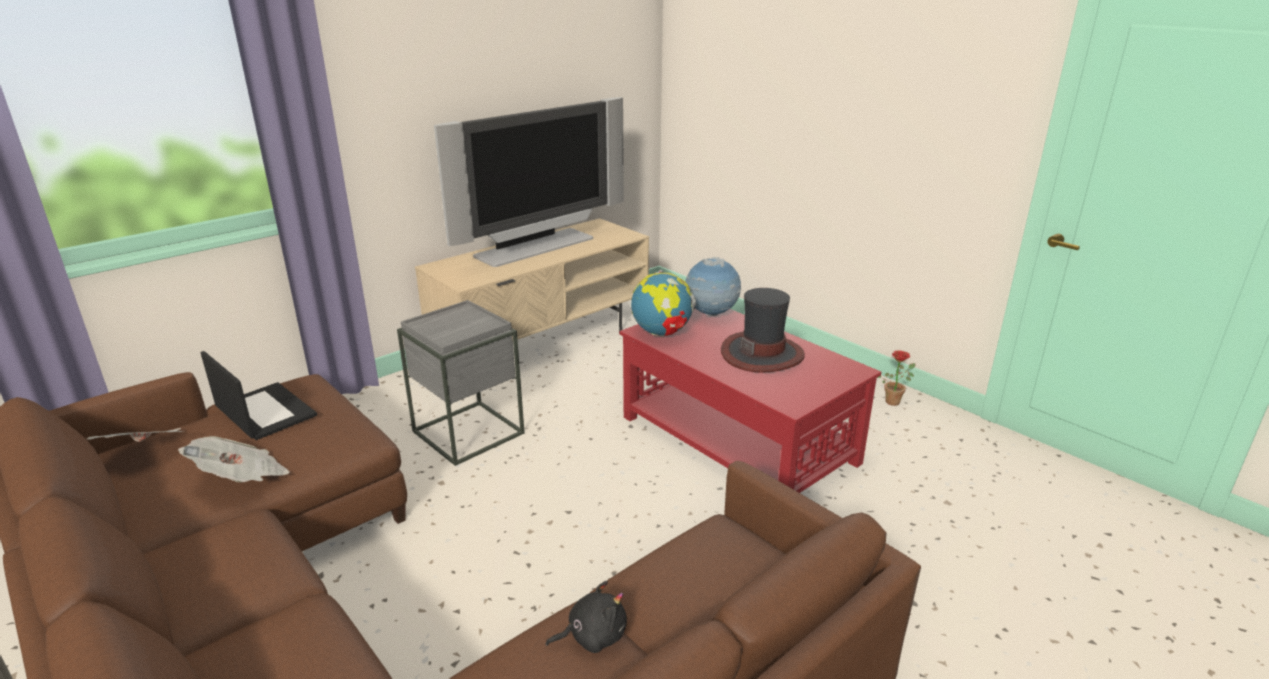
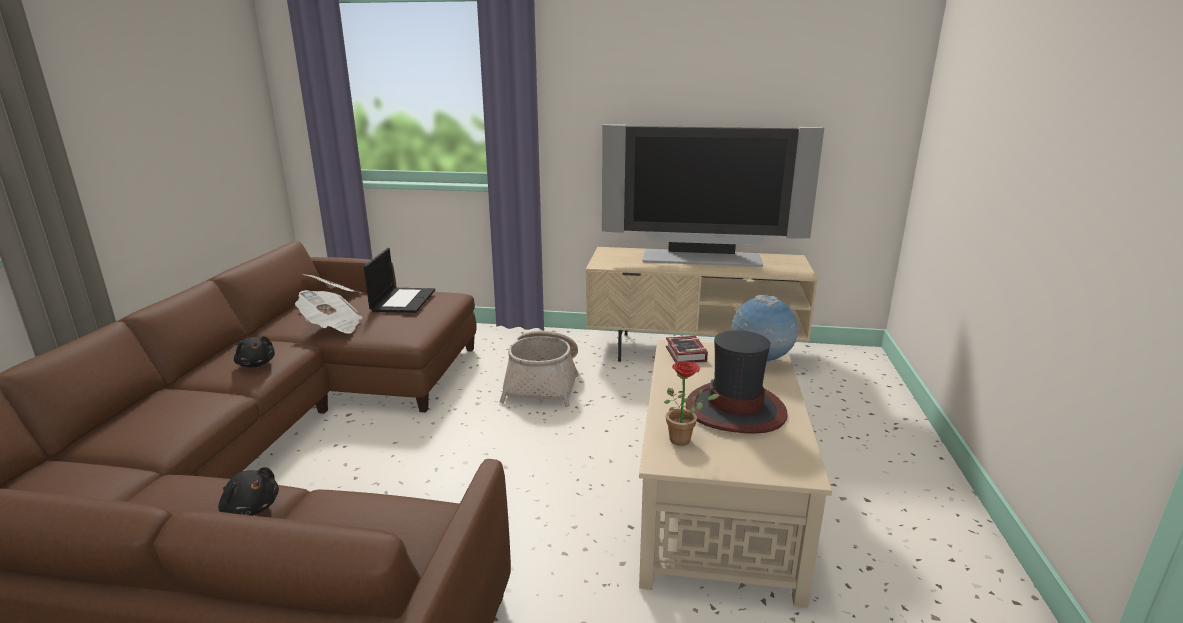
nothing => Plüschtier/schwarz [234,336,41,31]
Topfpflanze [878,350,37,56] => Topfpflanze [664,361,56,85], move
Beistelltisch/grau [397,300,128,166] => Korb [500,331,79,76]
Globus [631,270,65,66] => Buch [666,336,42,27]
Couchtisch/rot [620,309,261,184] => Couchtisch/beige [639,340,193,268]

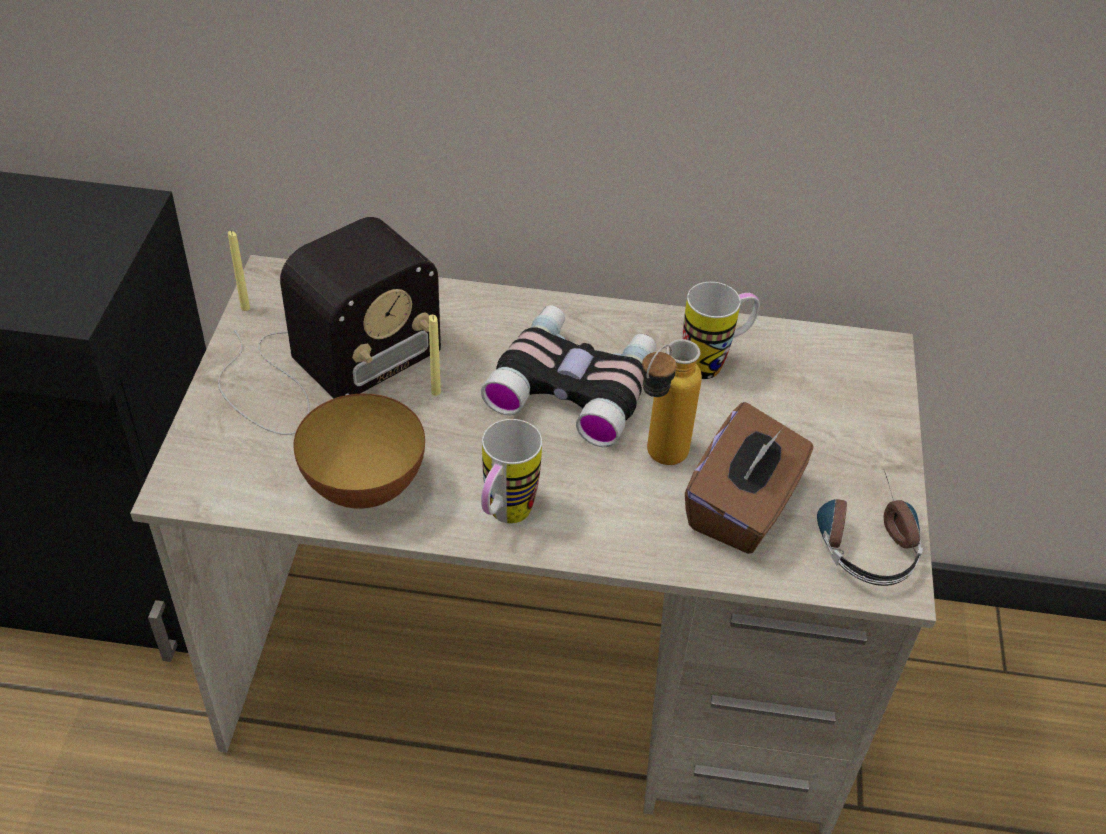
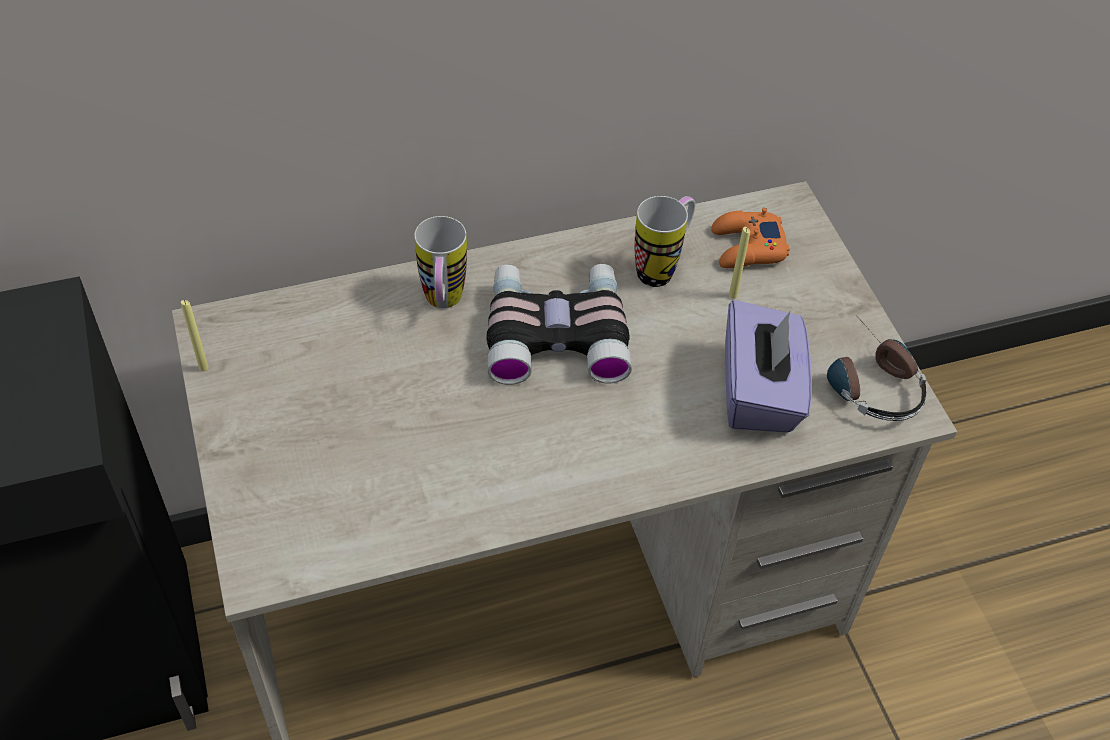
Radio [218,217,223,218] => nothing
Schüssel [293,393,132,116] => nothing
Flasche [641,339,61,126] => nothing
nothing => Gamepad/orange [711,208,79,60]
Kerze/gelb [429,315,12,81] => Kerze/gelb [729,227,21,72], move
Henkelbecher [481,419,61,105] => Henkelbecher [414,216,53,92], move
Taschentuchbox/braun [685,402,129,152] => Taschentuchbox/lila [725,300,87,133]

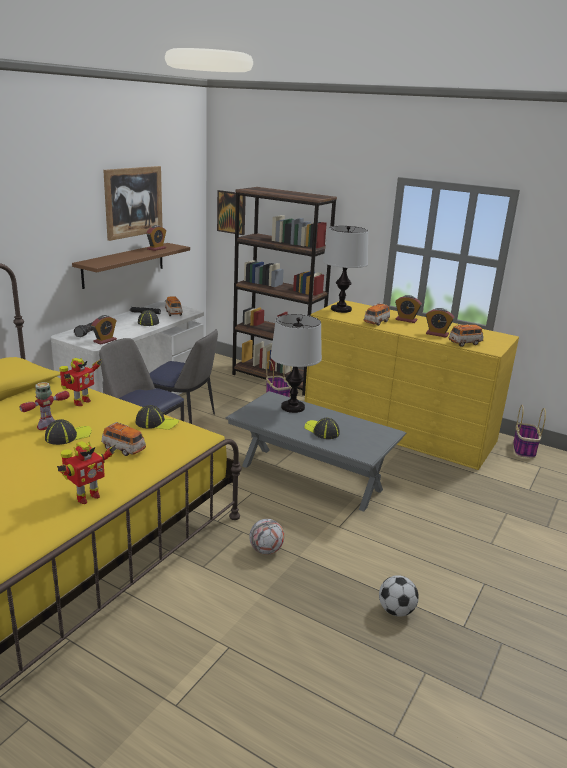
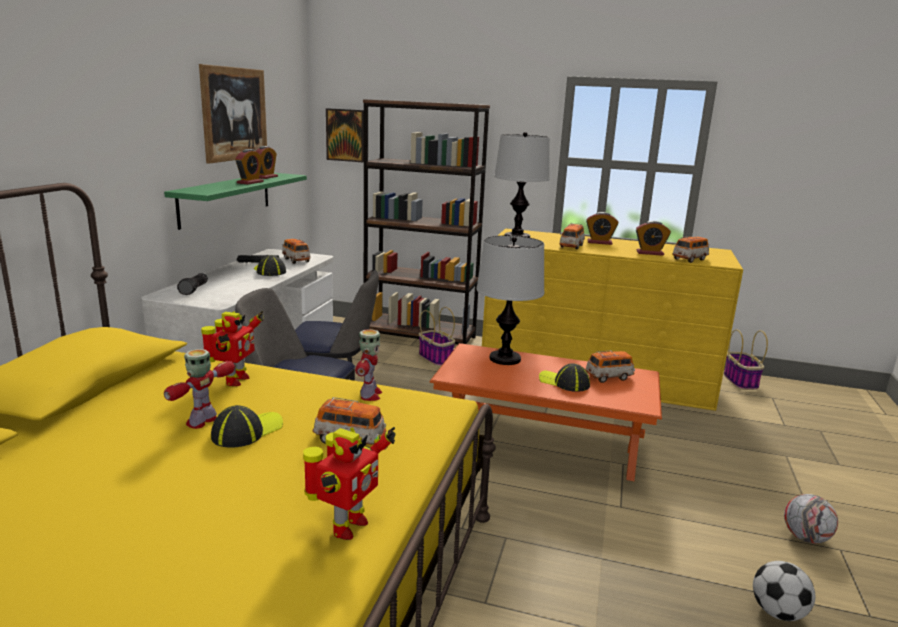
nothing => Spielzeugauto [585,350,50,33]
Wecker [91,315,26,30] => Wecker [235,149,29,35], move
Fußball [249,519,35,36] => Fußball [784,494,54,49], move
Kappe [136,405,43,25] => Spielzeugroboter [355,329,27,72]
Wandregal/braun [72,243,118,46] => Wandregal/grün [164,173,143,57]
Couchtisch/grau [225,391,181,121] => Couchtisch/orange [429,343,233,138]

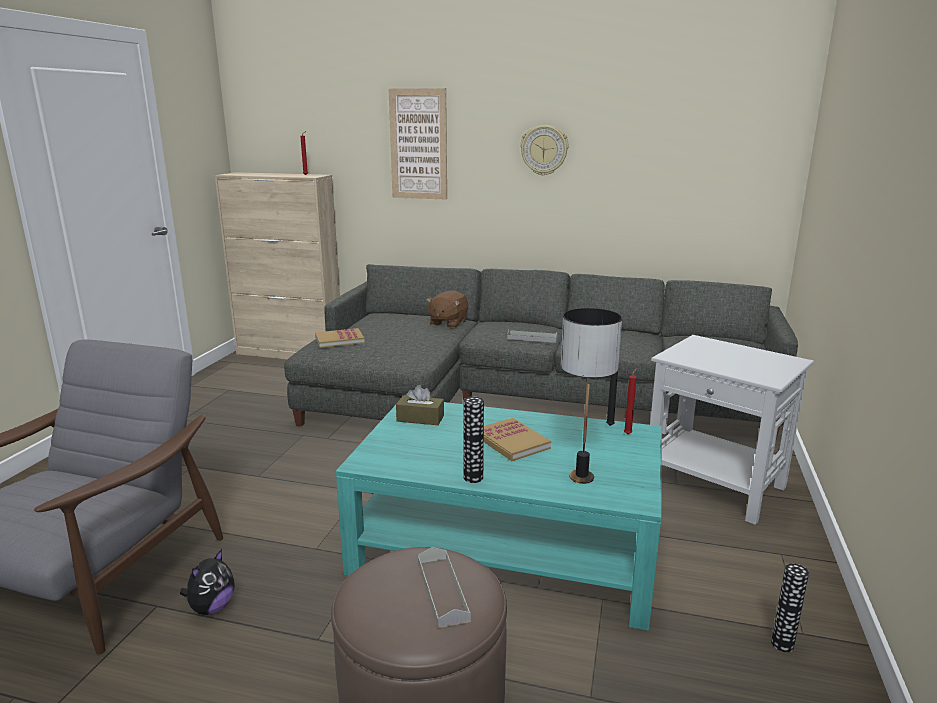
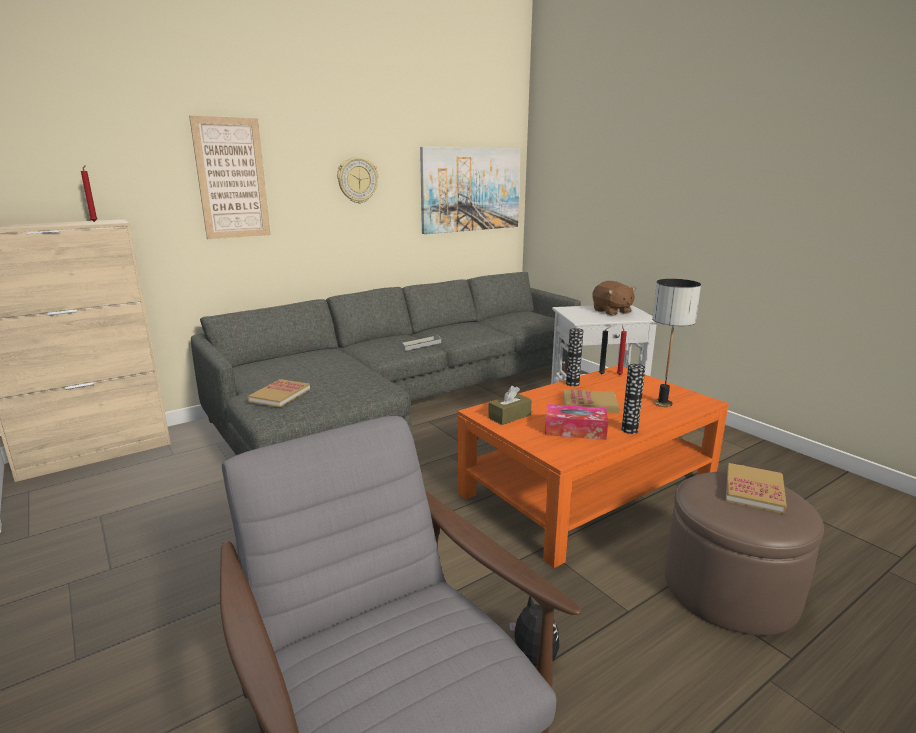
nothing => Bild [420,147,101,87]
nothing => Taschentuchbox [545,404,63,36]
Plüschtier/braun [426,290,42,38] => Plüschtier/braun [592,281,44,35], move
Vase [771,563,38,89] => Vase [566,328,18,58], move
Tablett/grau [418,547,53,81] => Buch [726,463,61,51]
Couchtisch/türkis [336,402,326,229] => Couchtisch/orange [458,365,271,203]

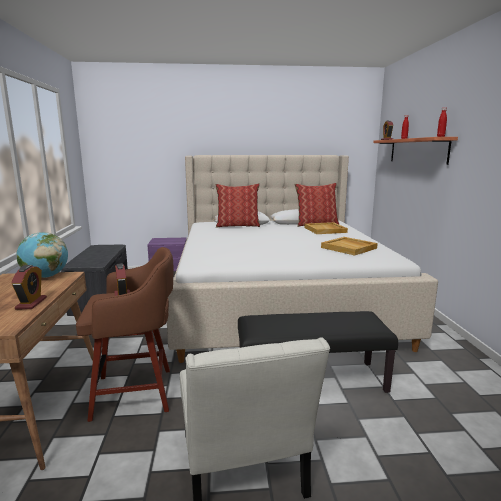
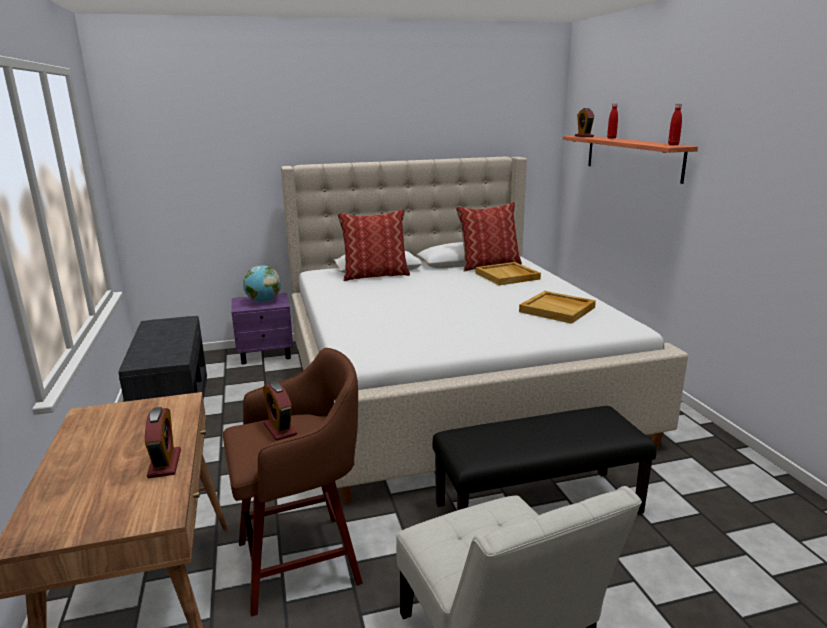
Globus [17,232,51,46] => Globus [243,265,38,37], move

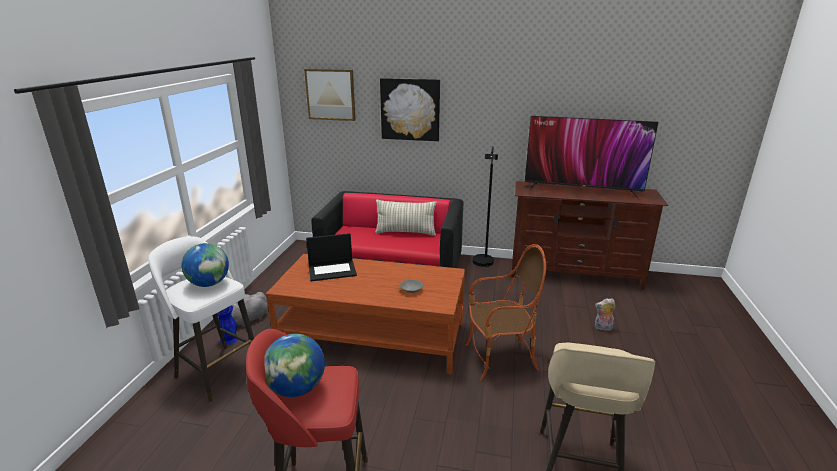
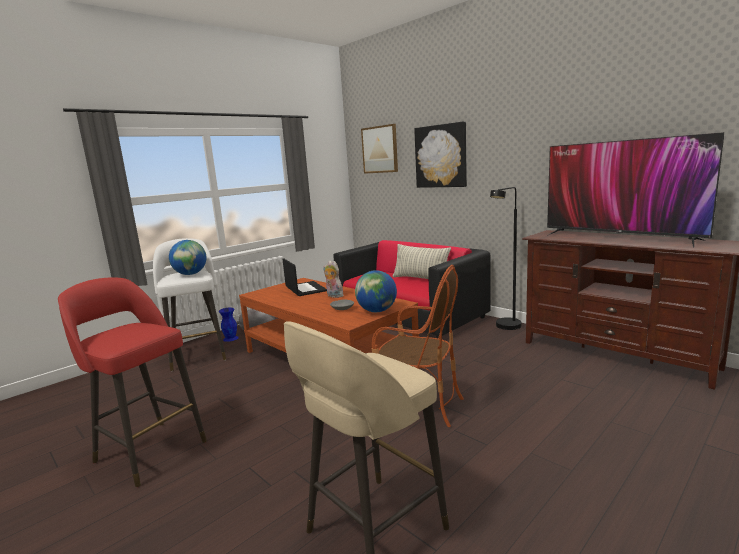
Globus [264,334,61,63] => Globus [355,270,42,42], move
Plüschtier [595,298,21,33] => Plüschtier [323,261,20,37], move
Laptop [306,233,51,48] => Laptop [283,258,44,38], 135 degrees counterclockwise

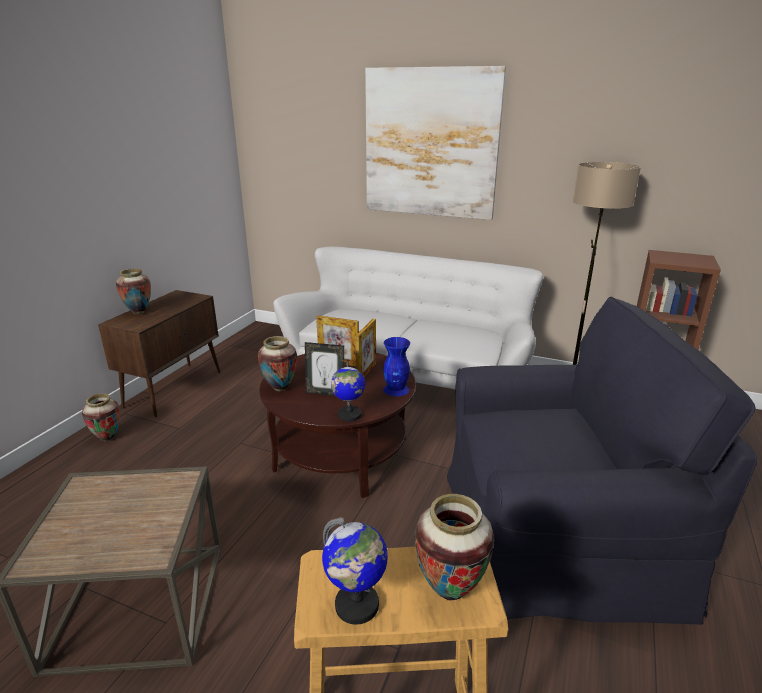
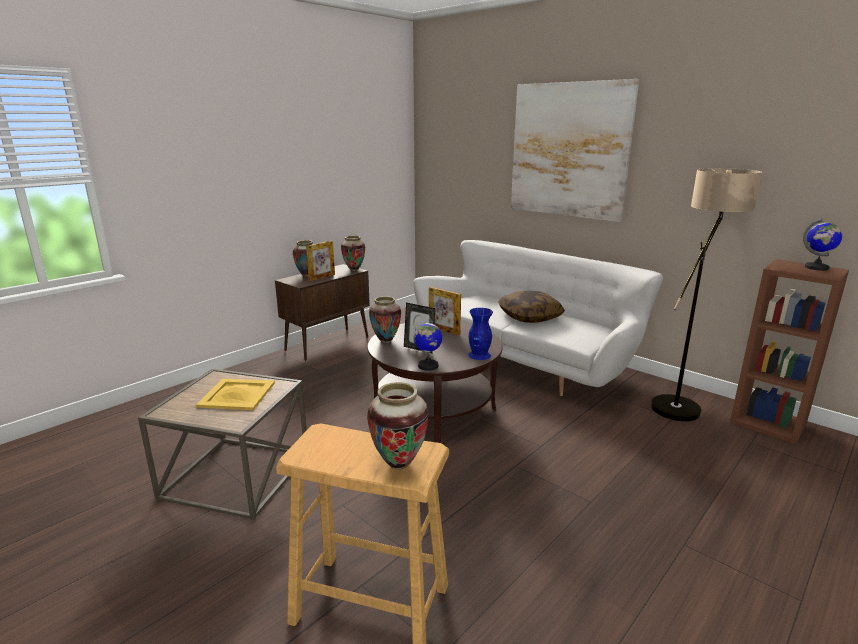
Sessel/schwarz [447,297,310,328] => nothing
nothing => Tablett/gelb [196,378,79,32]
nothing => Kissen [498,290,67,33]
Vase [82,394,38,47] => Vase [341,236,24,35], move
Globus [322,517,66,108] => Globus [803,218,39,53], move
Bilderrahmen [355,319,21,58] => Bilderrahmen [306,241,29,40], move

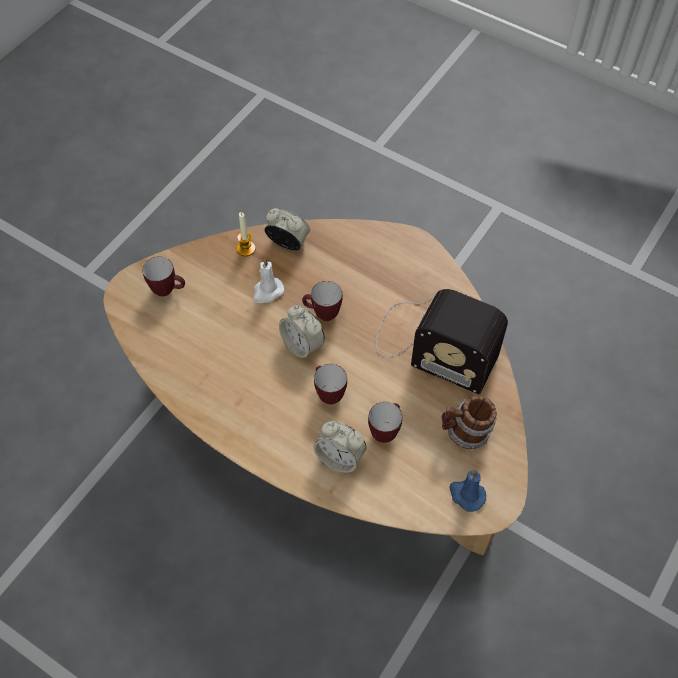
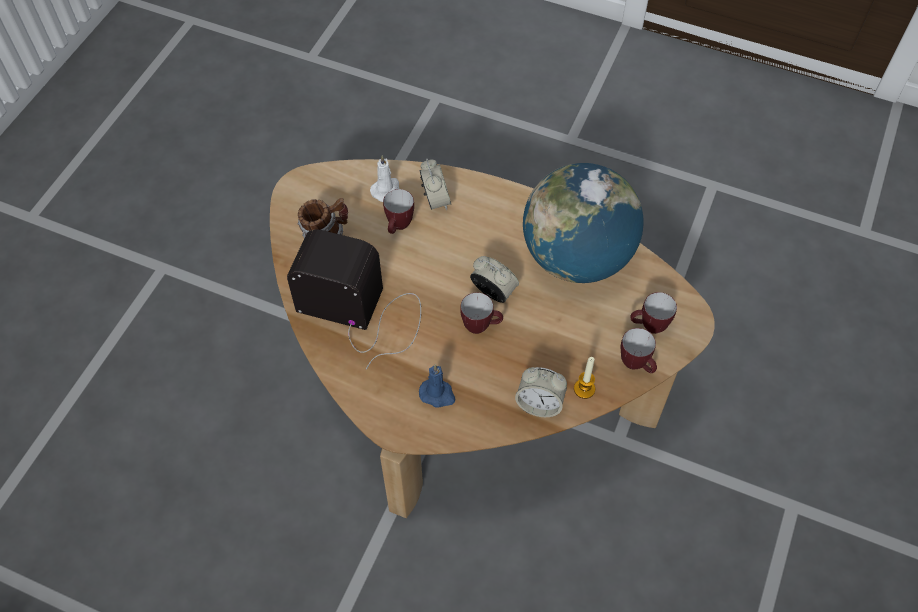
nothing => Globus [523,163,120,120]
Kerze/weiß [253,258,31,45] => Kerze/weiß [370,155,30,47], move
Henkelbecher [314,364,33,41] => Henkelbecher [621,328,36,45], move
Kerze/blau [449,470,37,42] => Kerze/blau [419,364,36,44], move
Wecker [314,421,52,52] => Wecker [420,159,31,51], 60 degrees clockwise

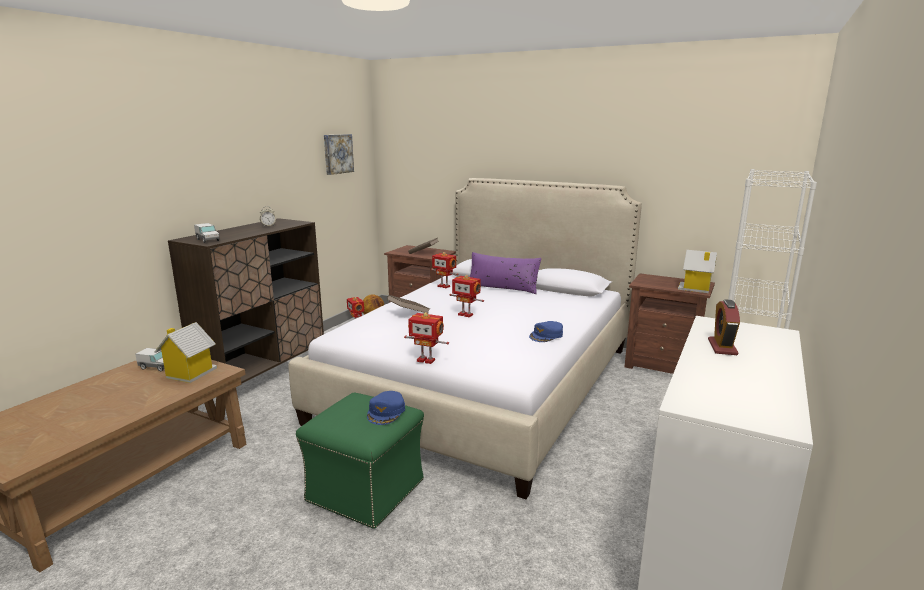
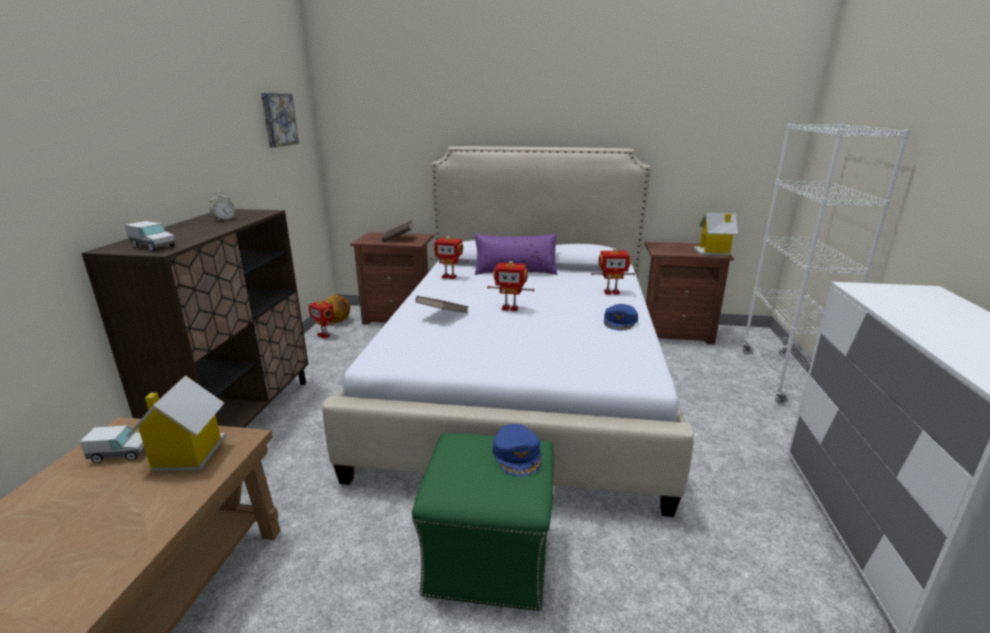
Wecker [708,299,32,56] => nothing
Spielzeugroboter [404,312,45,52] => Spielzeugroboter [591,248,44,46], move

